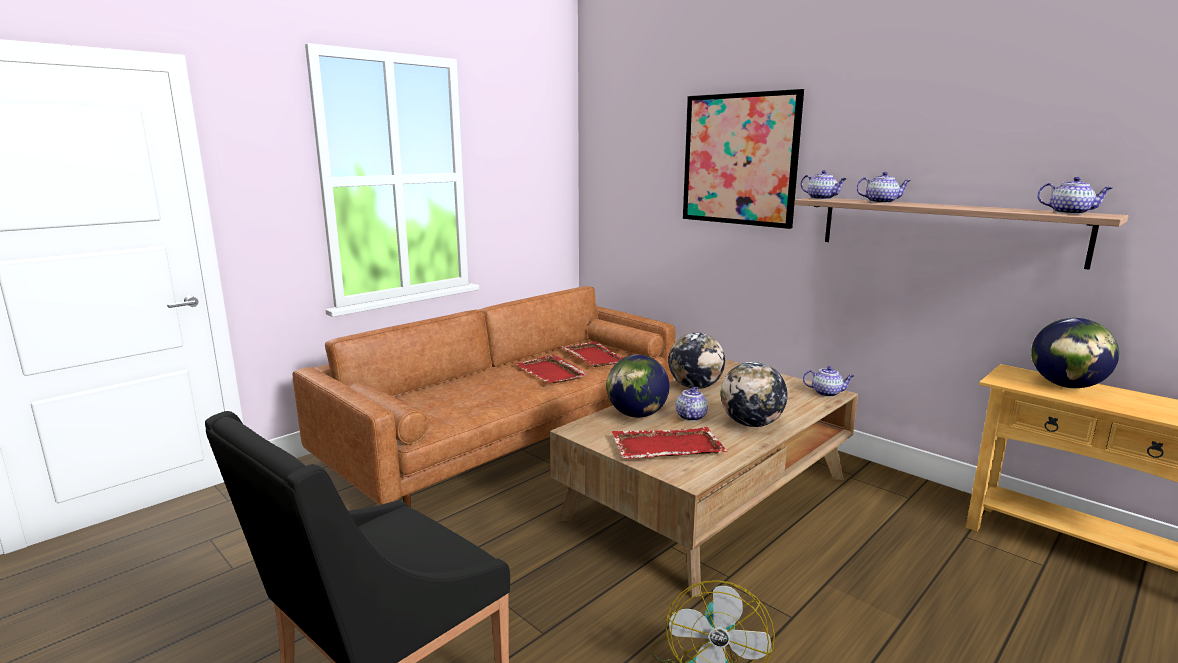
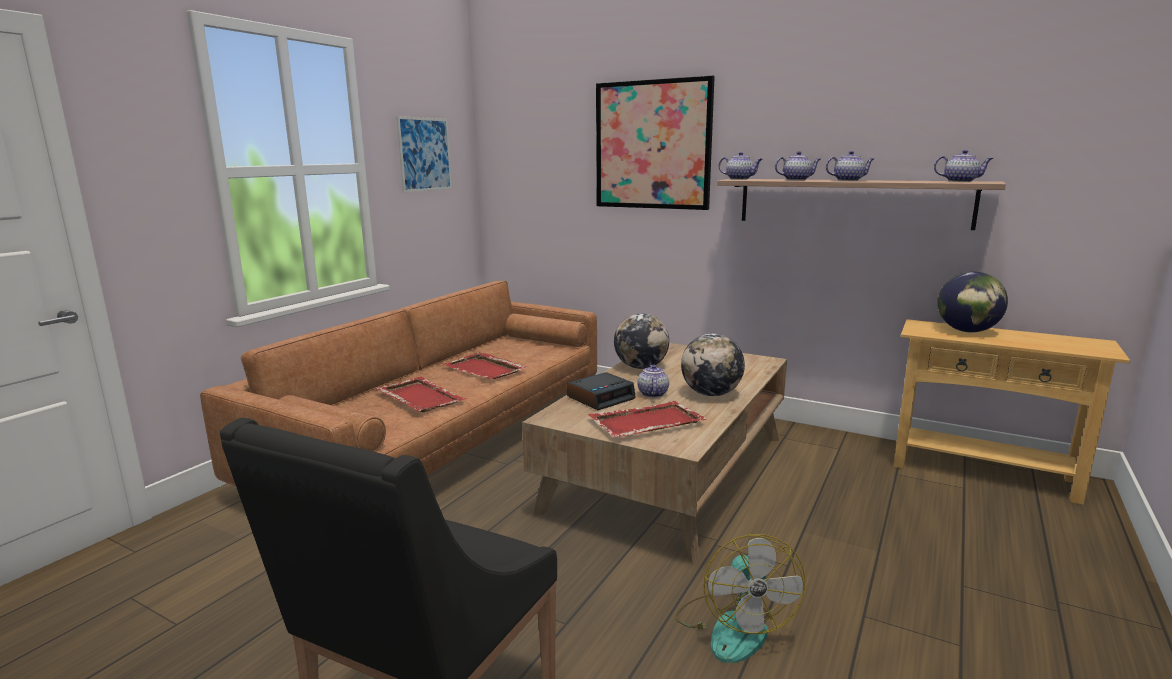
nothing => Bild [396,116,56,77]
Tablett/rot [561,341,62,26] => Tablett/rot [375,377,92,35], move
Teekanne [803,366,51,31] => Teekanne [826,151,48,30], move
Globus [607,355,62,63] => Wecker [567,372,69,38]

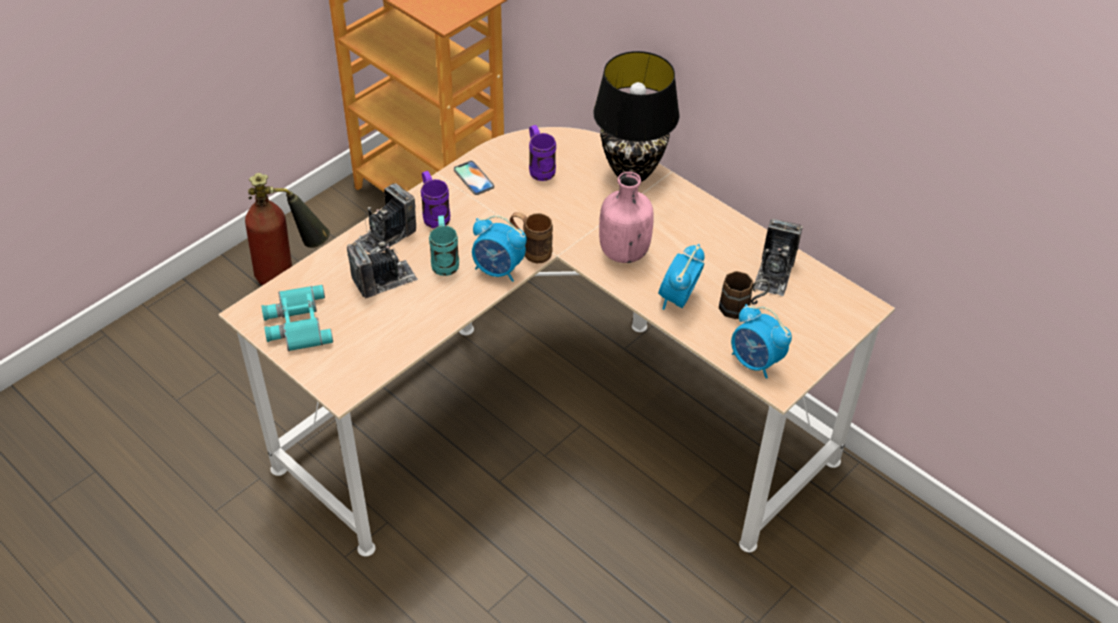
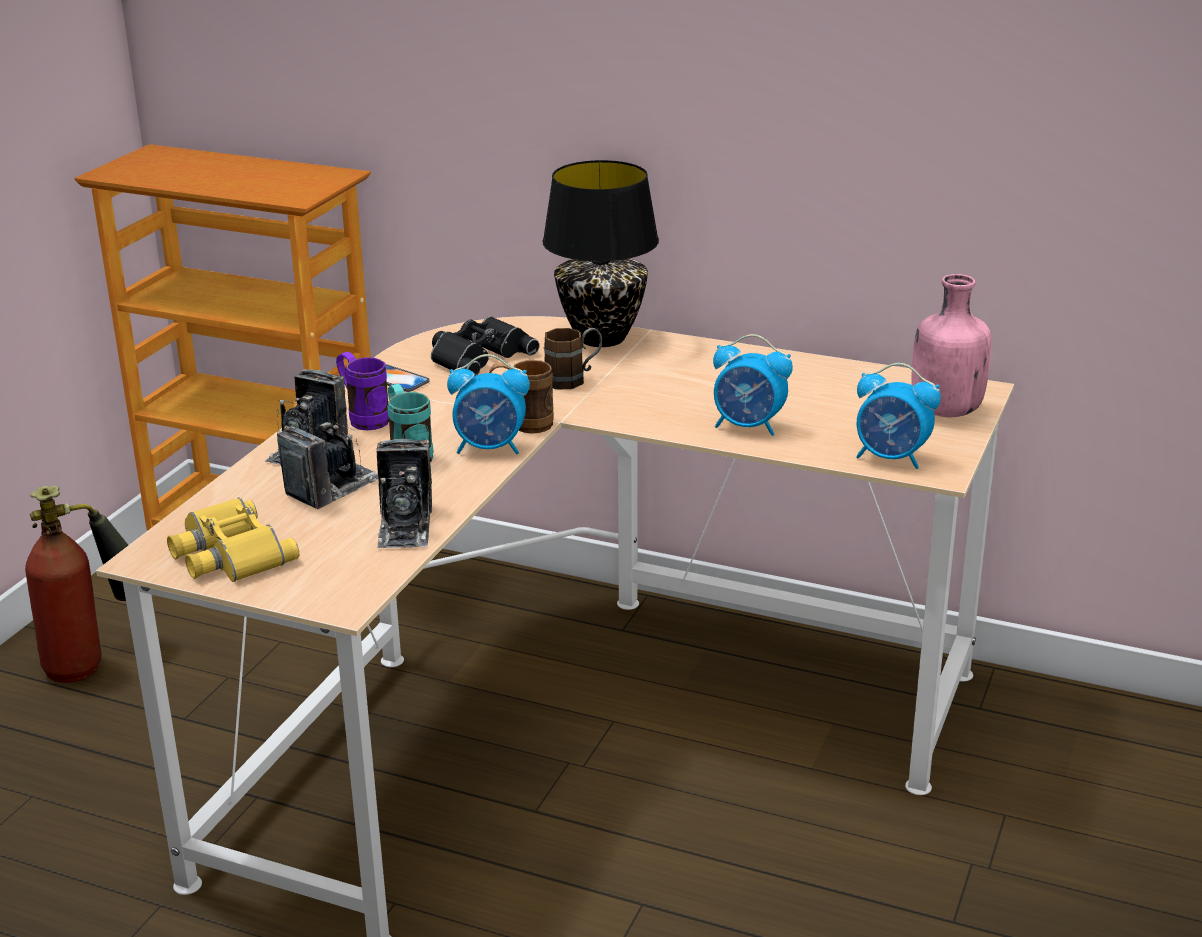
Flasche/rosa [599,172,55,91] => Flasche/rosa [911,274,80,143], move
Henkelbecher/braun [719,271,51,48] => Henkelbecher/braun [544,328,58,61], move
Kamera [754,218,49,78] => Kamera [376,439,56,109], move
Henkelbecher/lila [529,125,27,56] => Fernglas/schwarz [431,316,108,61]
Fernglas/türkis [262,285,71,66] => Fernglas/gelb [167,497,132,85]
Wecker [658,244,47,66] => Wecker [713,334,80,102], 75 degrees counterclockwise

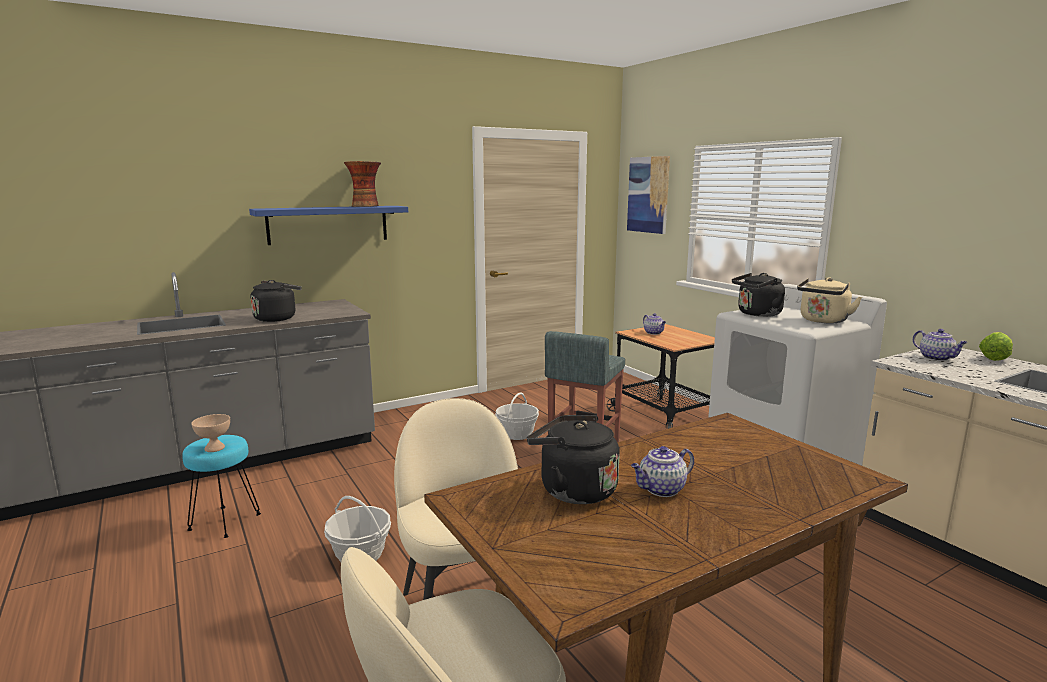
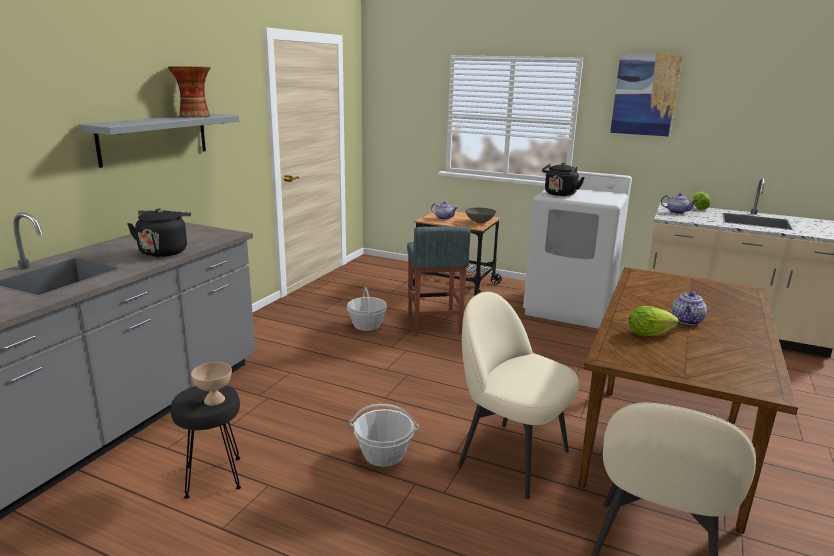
Wasserkessel/beige [797,277,65,46] => nothing
nothing => Schüssel/grau [465,208,31,16]
Bild [627,156,43,78] => Bild [610,53,73,84], move
Wasserkessel/schwarz [527,415,93,89] => Salatkopf [629,306,50,30]
Hocker/türkis [182,435,79,103] => Hocker/schwarz [170,385,71,114]
Wandregal/blau [249,206,159,39] => Wandregal/grau [78,114,161,54]

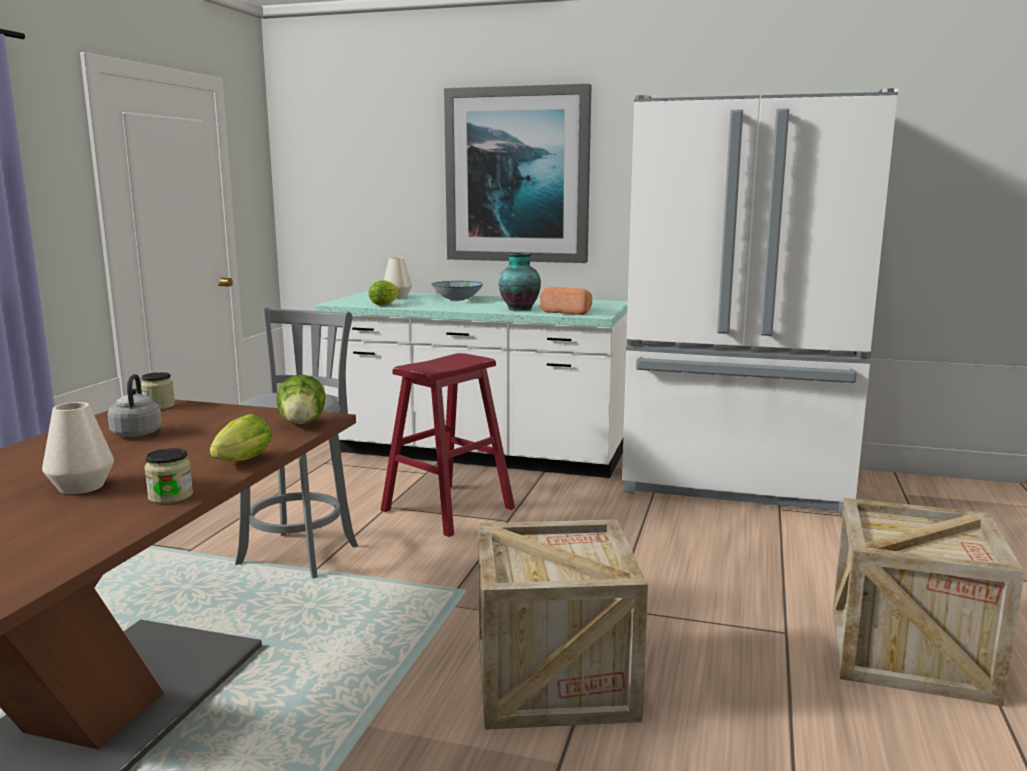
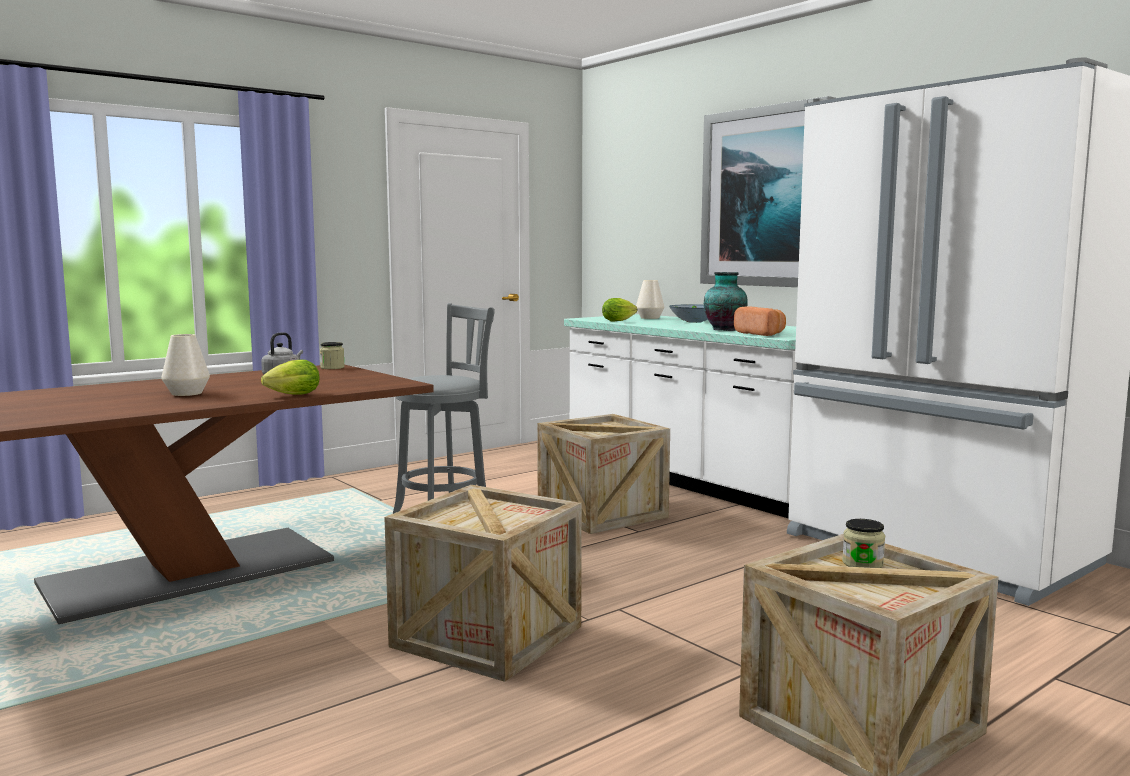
Salatkopf [276,375,50,50] => nothing
Vorratsglas [145,448,48,56] => Vorratsglas [842,519,43,49], move
Hocker/rot [381,353,134,184] => Kiste [537,414,133,120]

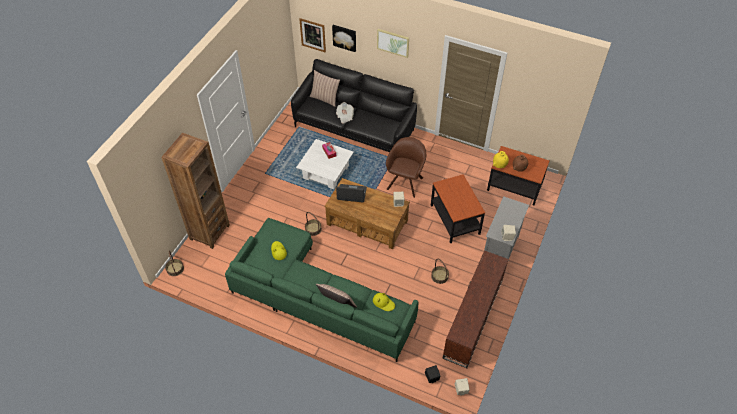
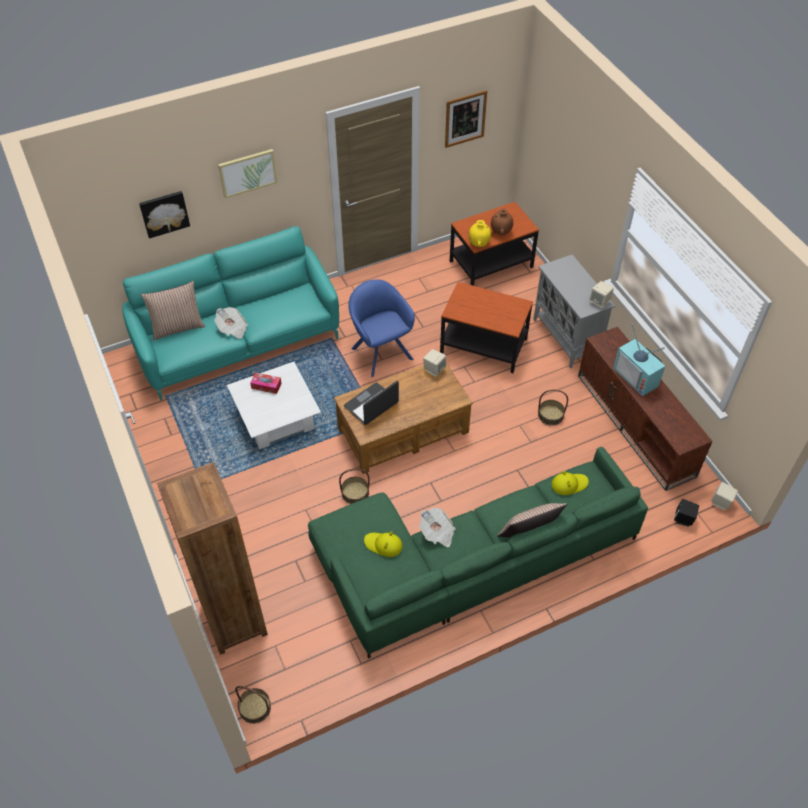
nothing => Zeitung [419,508,37,39]
nothing => Fernseher [613,324,52,72]
Bild [299,18,27,34] => Bild [445,90,42,58], move
Sofa/schwarz [291,59,126,93] => Sofa/türkis [122,226,217,175]
Sessel/braun [386,137,40,61] => Sessel/blau [348,279,67,98]

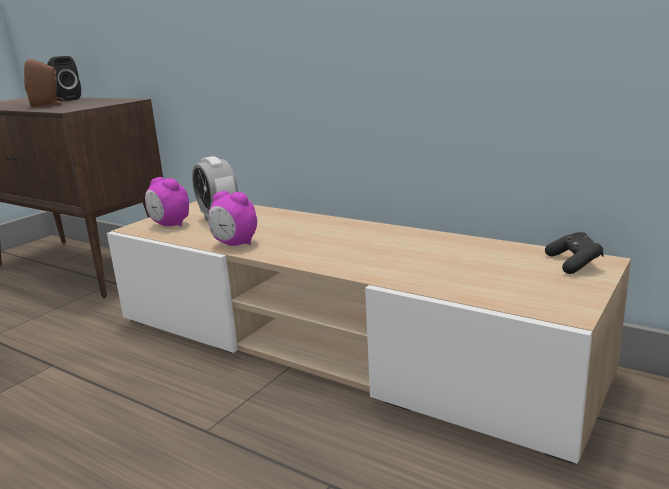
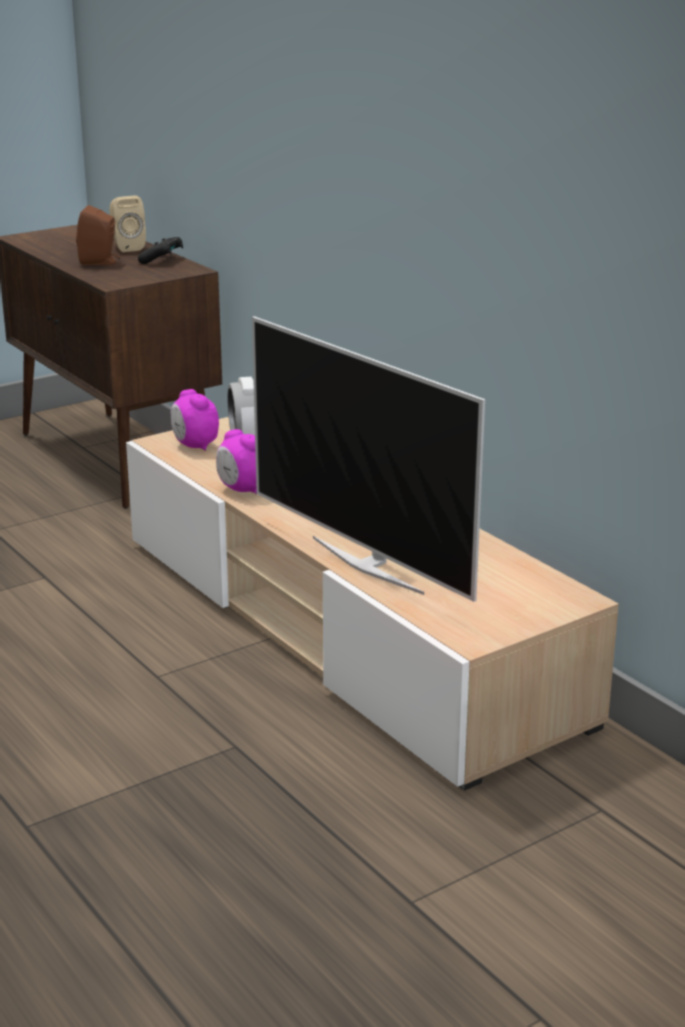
nothing => Fernseher [252,316,233,286]
Gamepad/schwarz [545,232,59,42] => Gamepad/schwarz [138,237,45,27], move
Lautsprecher/schwarz [47,56,34,45] => Lautsprecher/beige [109,195,37,57]

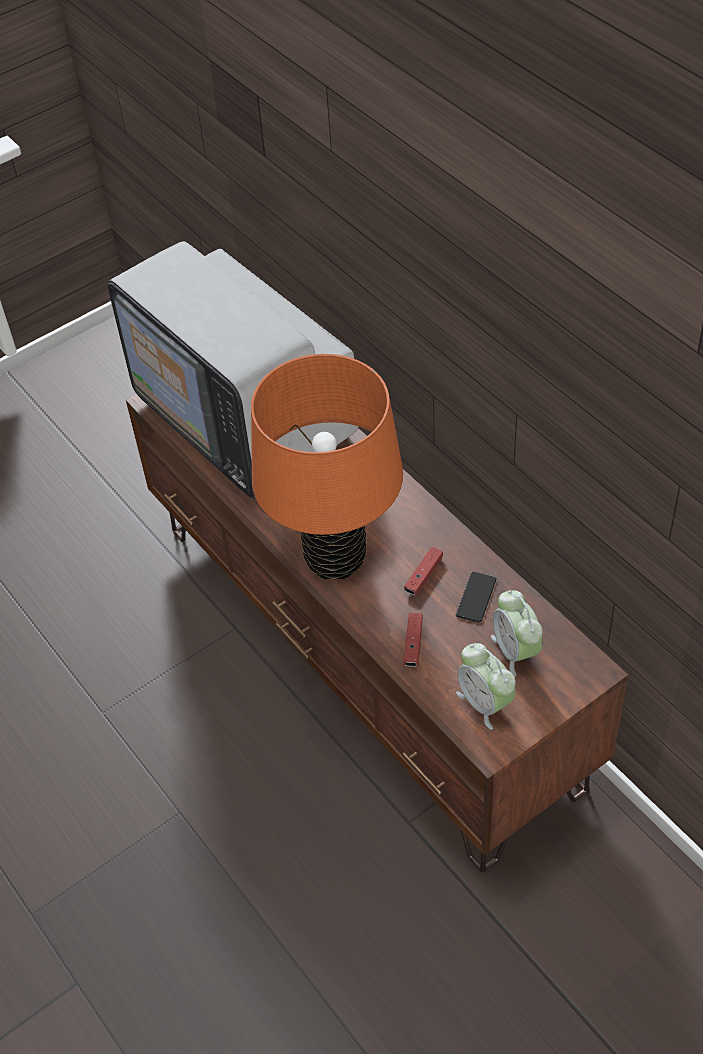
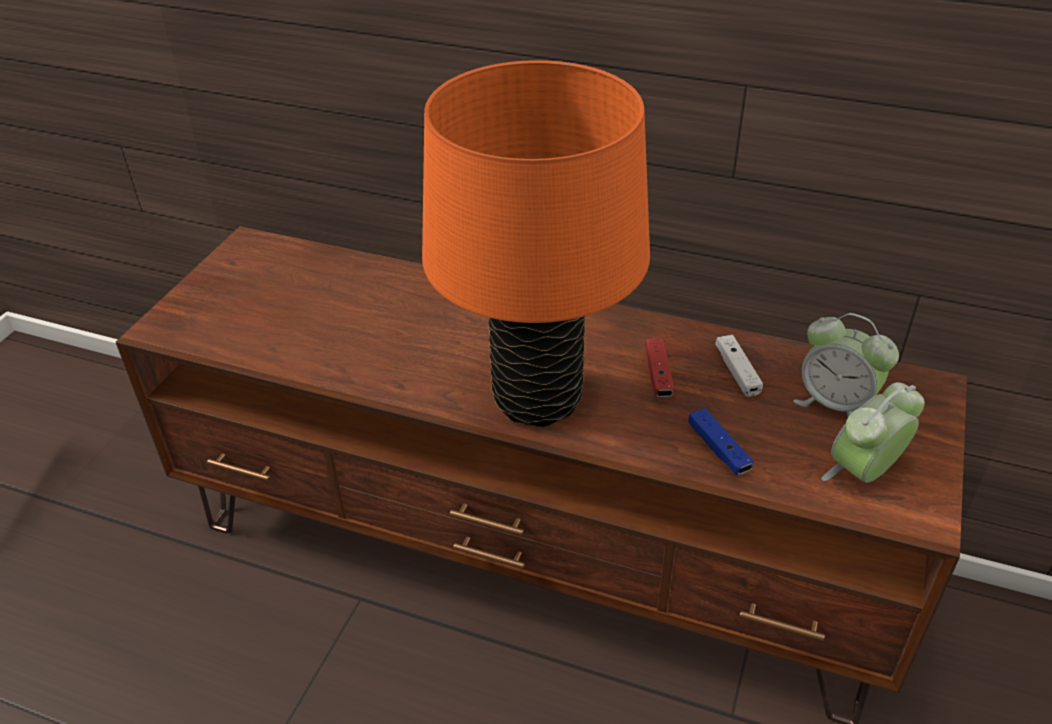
Fernseher [108,241,251,258] => nothing
Handy [456,572,40,50] => Gamepad/weiß [715,335,48,62]
Gamepad/rot [404,613,19,54] => Gamepad/blau [689,408,65,67]
Wecker [456,643,60,87] => Wecker [821,382,104,101], 120 degrees clockwise

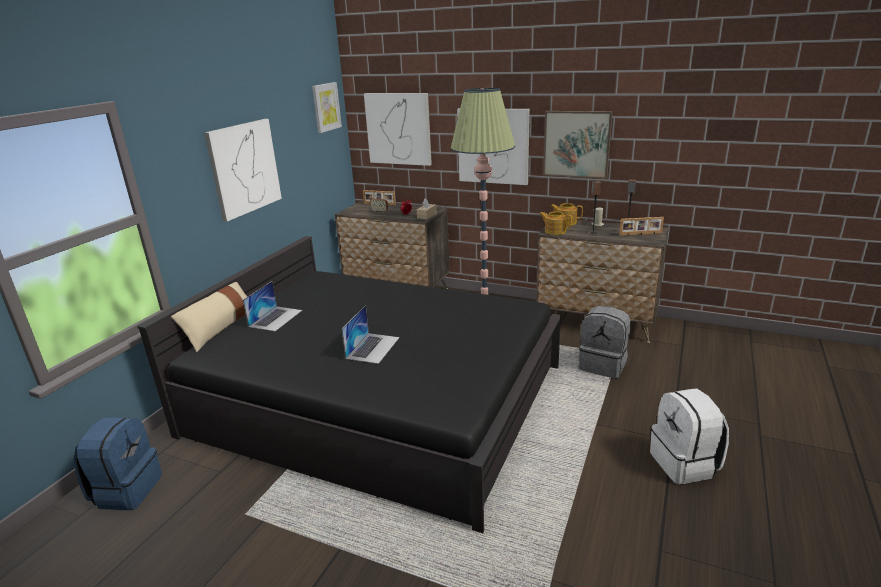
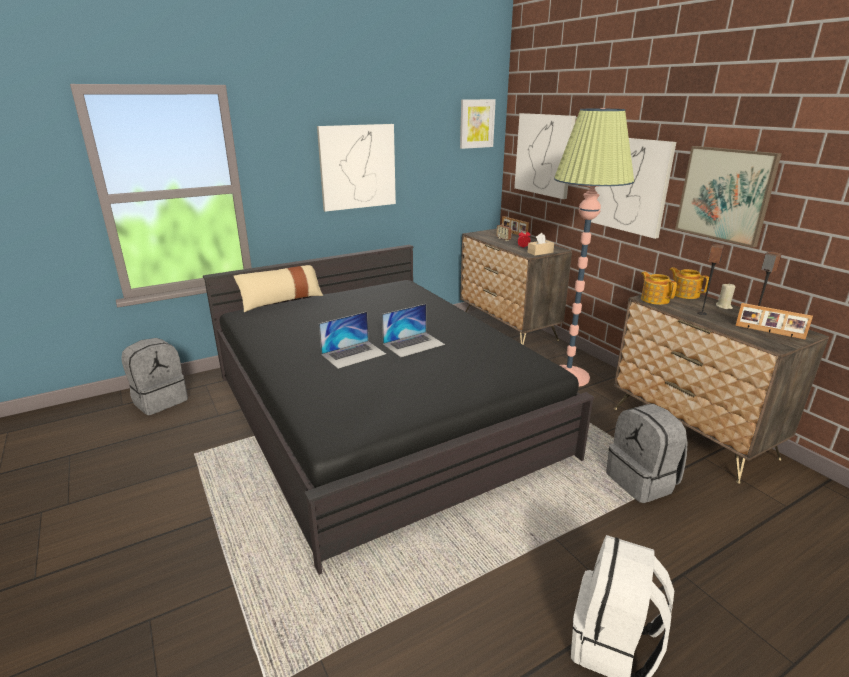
Laptop [243,281,59,50] => Laptop [382,304,63,53], move
Rucksack/blau [74,417,88,93] => Rucksack/grau [121,338,67,77]

